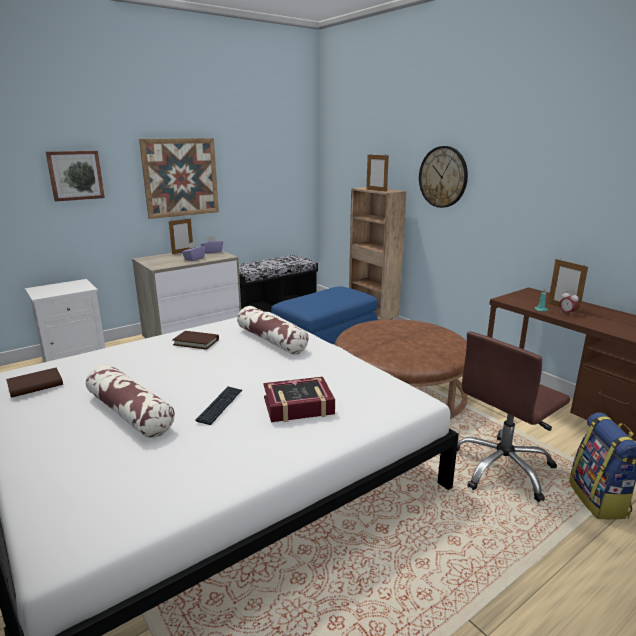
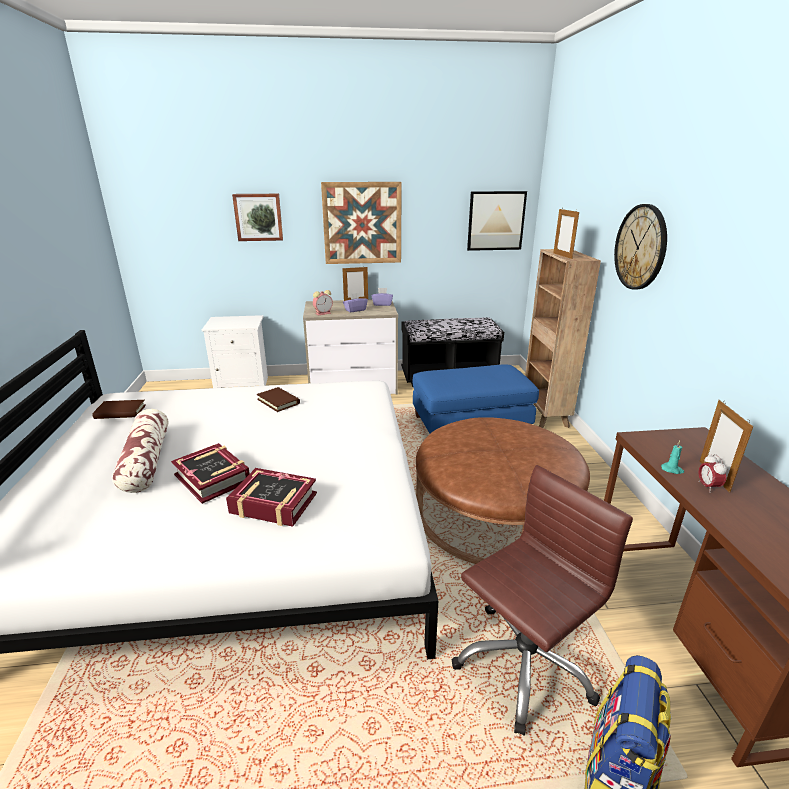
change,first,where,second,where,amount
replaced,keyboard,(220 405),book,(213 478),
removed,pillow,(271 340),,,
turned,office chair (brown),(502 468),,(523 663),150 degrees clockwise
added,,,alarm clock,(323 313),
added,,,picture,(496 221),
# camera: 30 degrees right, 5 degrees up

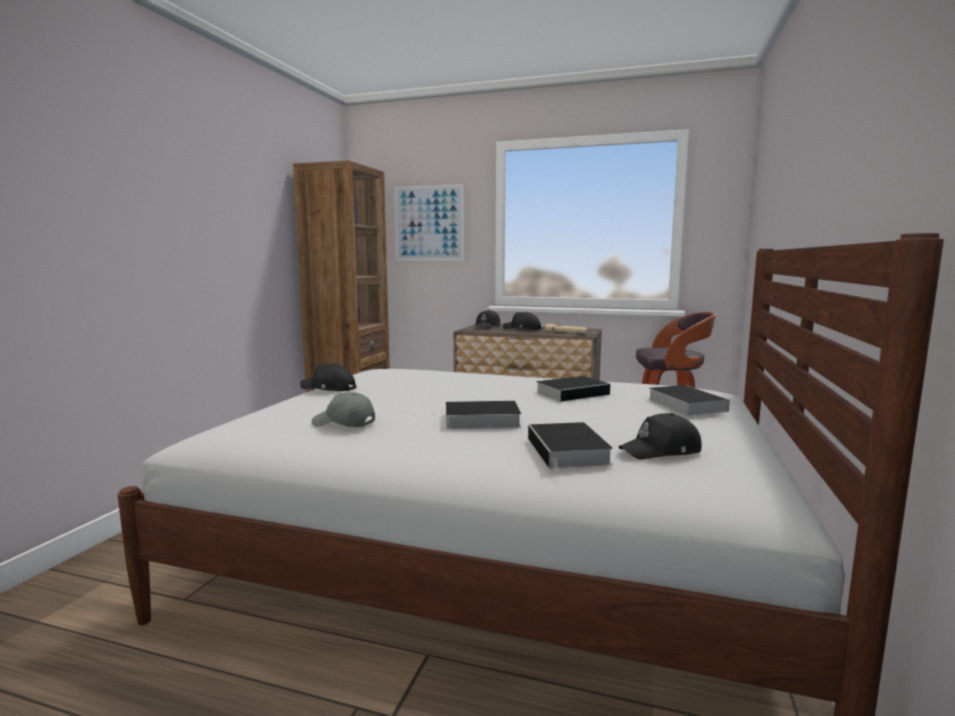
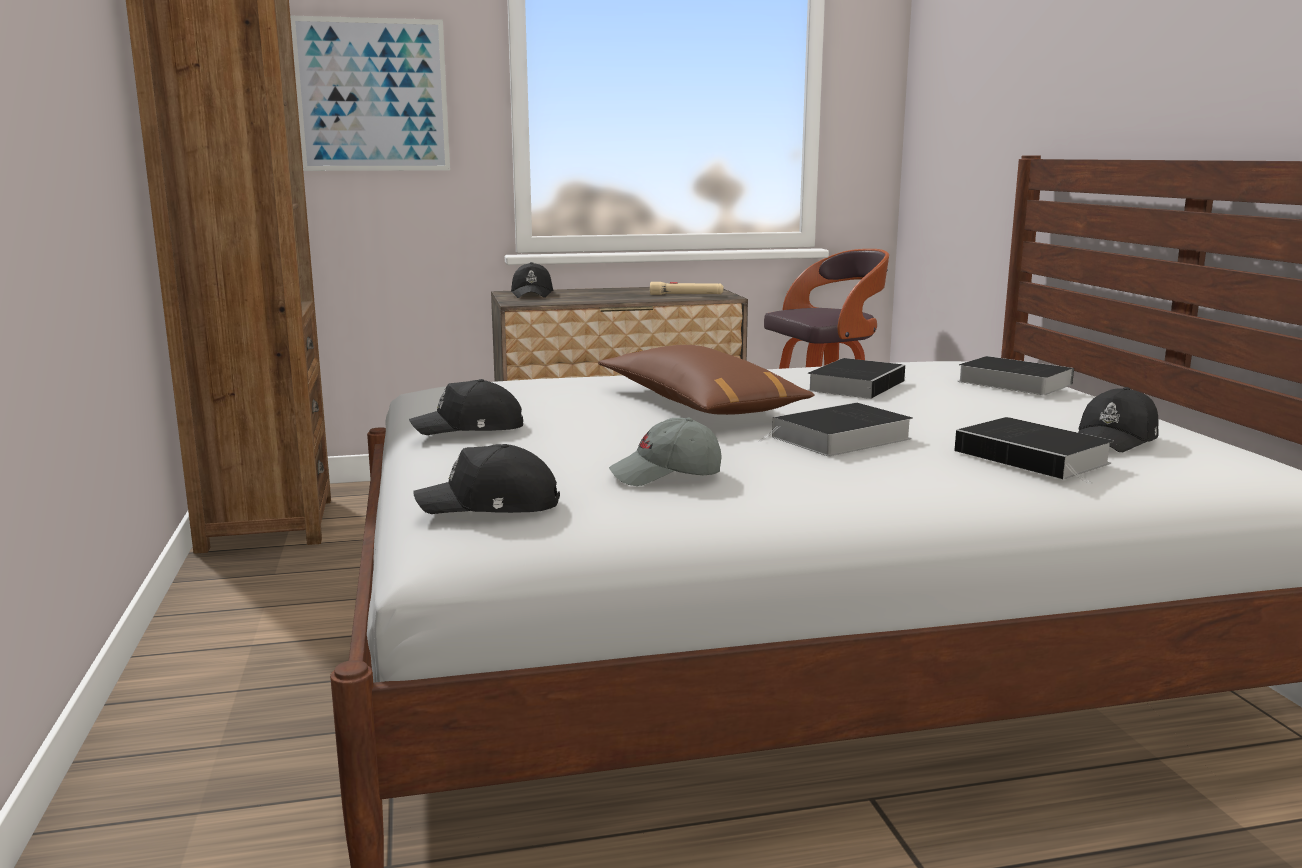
change,first,where,second,where,amount
moved,cap (black),(522 329),,(491 505),
added,,,pillow (brown),(698 405),
# camera: 30 degrees left, 5 degrees up

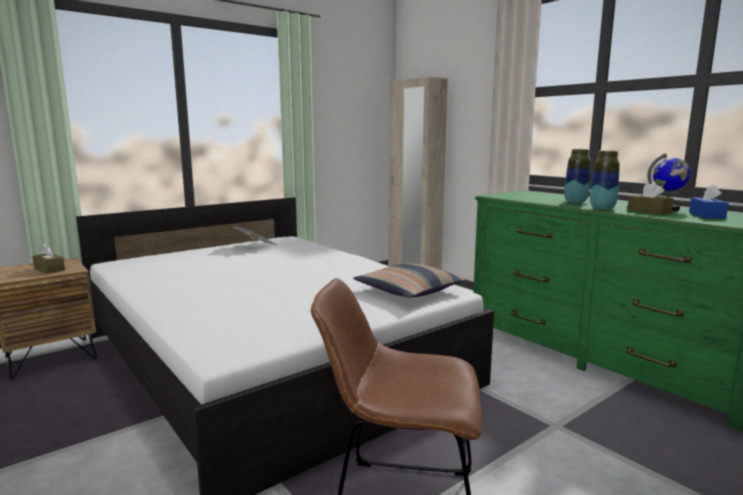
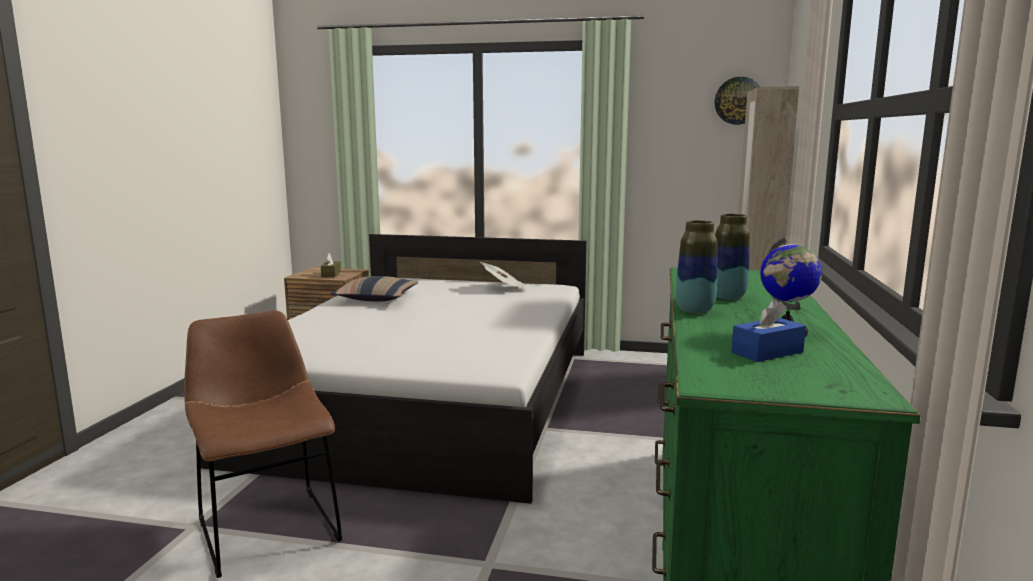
change,first,where,second,where,amount
moved,pillow,(409 291),,(376 298),
removed,tissue box (brown),(648 212),,,
added,,,wall clock,(738 100),
# camera: 50 degrees right, 0 degrees up

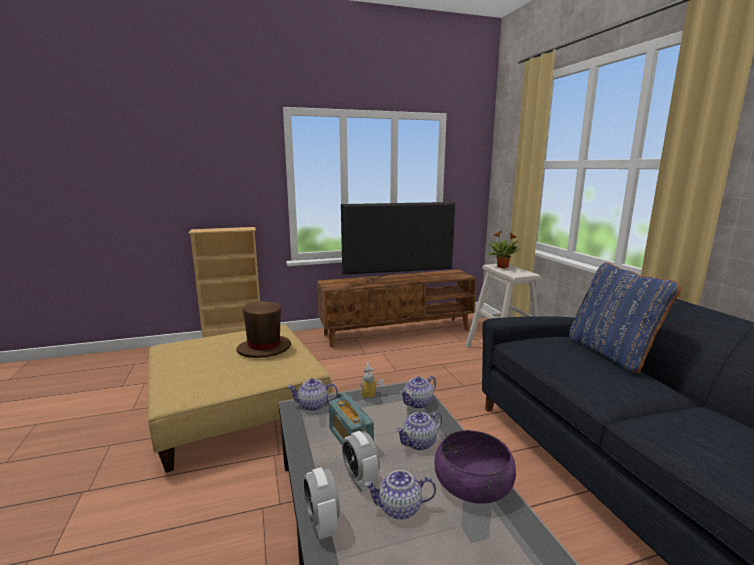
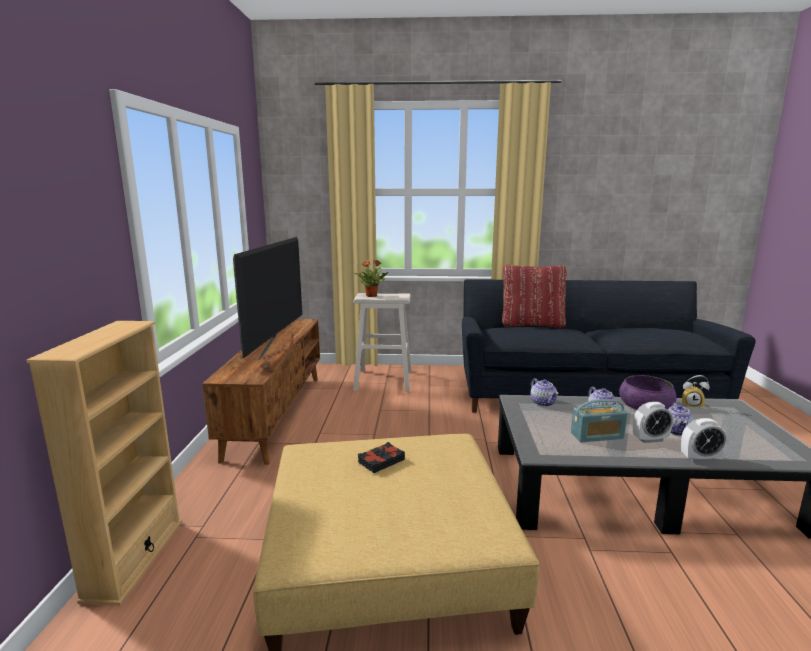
change,first,where,second,where,amount
replaced,hat (brown),(264 348),book (black),(381 461),
removed,teapot,(313 405),,,
moved,alarm clock,(372 396),,(692 405),
recoloured,pillow (blue),(611 353),pillow (red),(532 324),
# camera: 70 degrees left, 0 degrees up

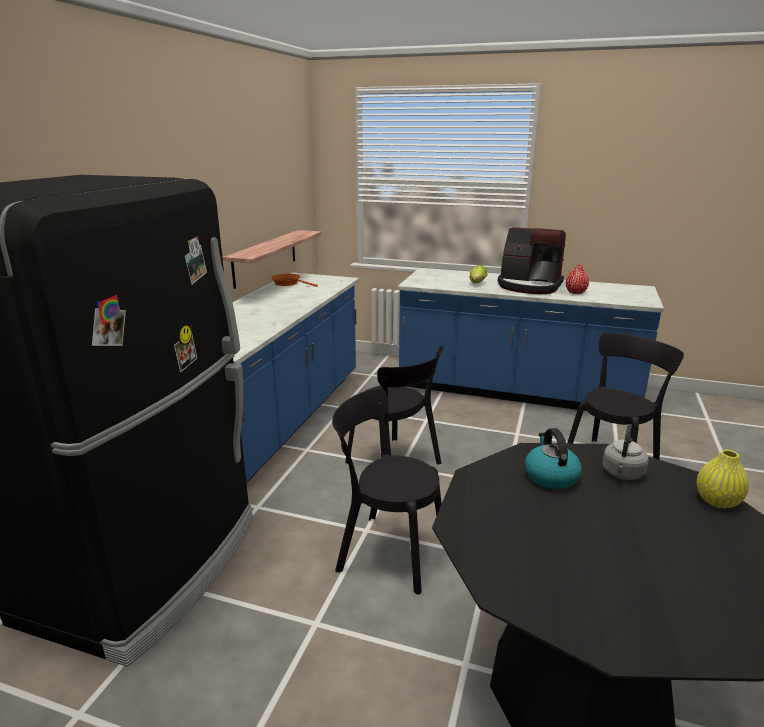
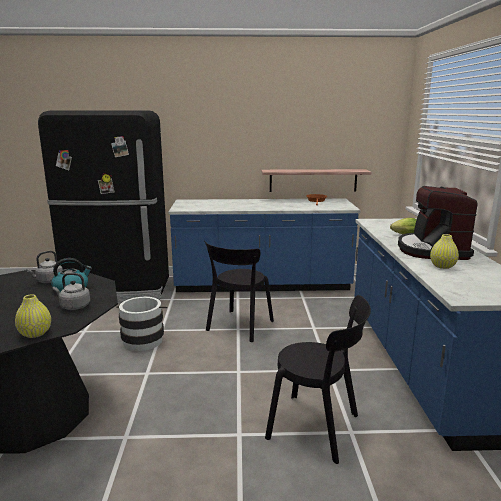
change,first,where,second,where,amount
replaced,chair (black),(387 551),bucket (white),(144 339),
recoloured,vase (red),(575 292),vase (yellow),(442 266),
added,,,kettle (grey),(48 281),
# camera: 70 degrees right, 5 degrees down

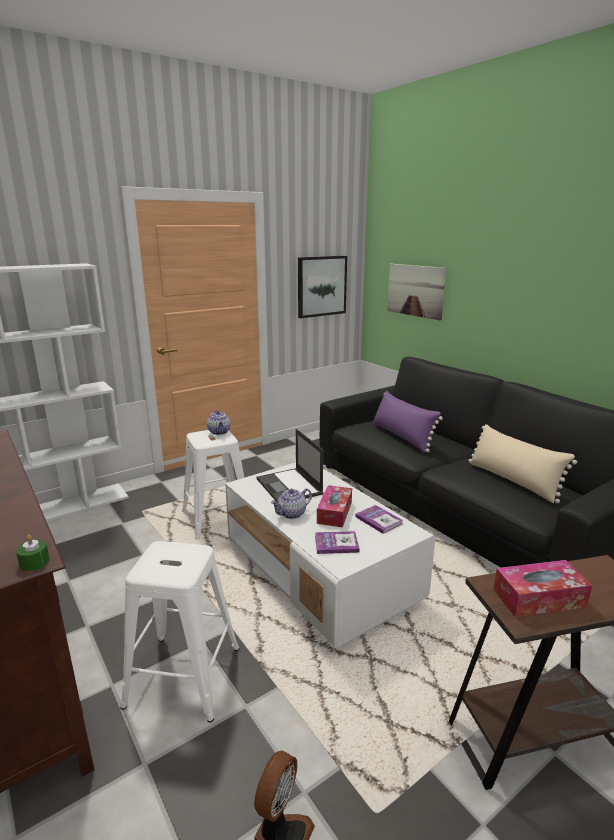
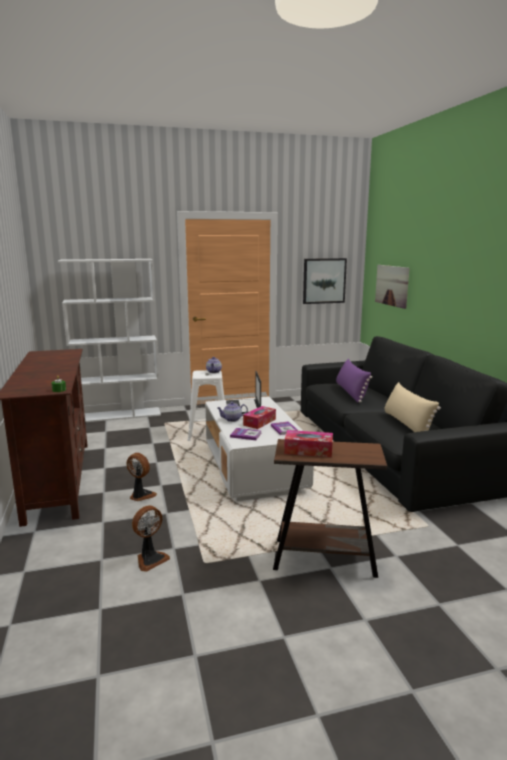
change,first,where,second,where,amount
replaced,stool (white),(182 676),fan,(141 496),
# camera: 20 degrees right, 5 degrees down

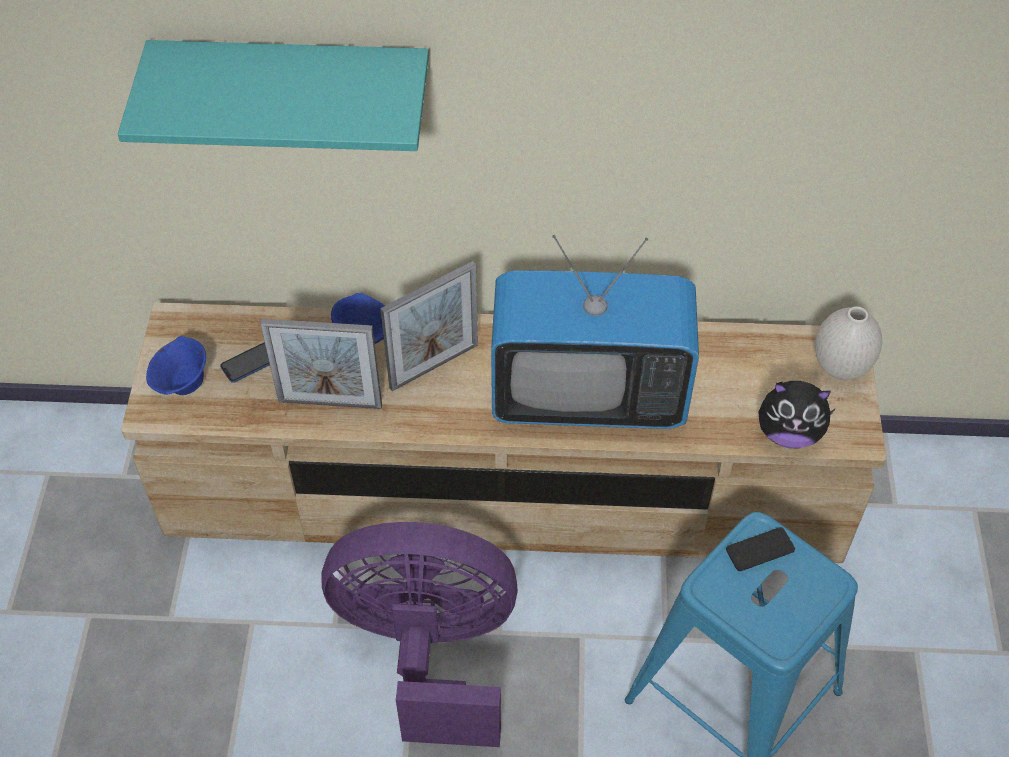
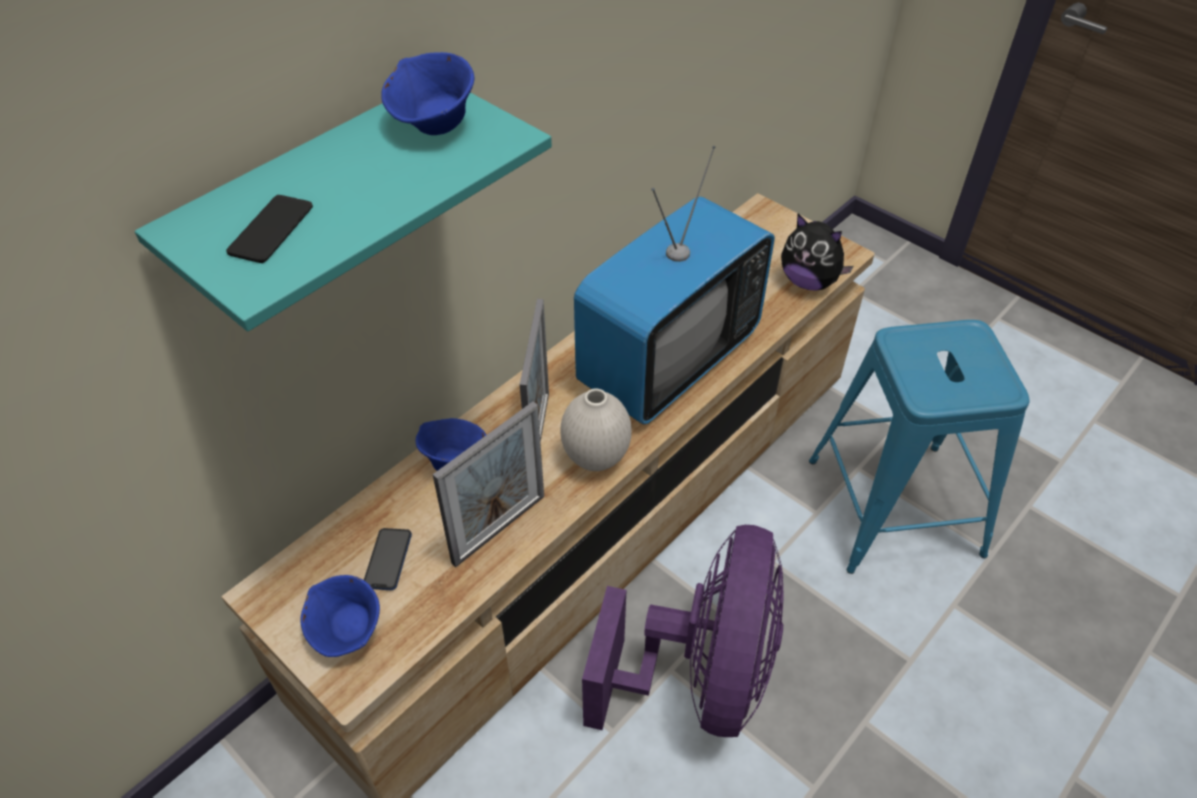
change,first,where,second,where,amount
turned,fan (purple),(428 652),,(699 676),150 degrees clockwise
moved,phone,(760 549),,(271 229),
turned,plush toy,(788 433),,(809 281),75 degrees clockwise
moved,vase (white),(839 368),,(595 459),
added,,,bowl (blue),(434 126),
# camera: 50 degrees left, 5 degrees down

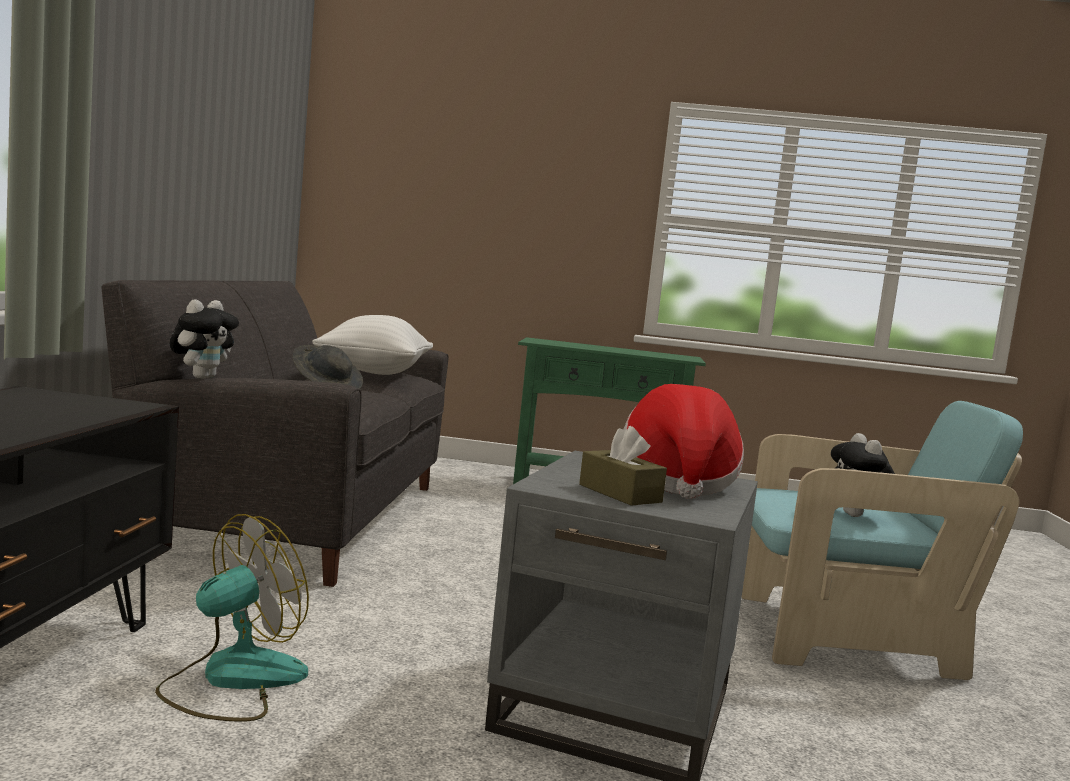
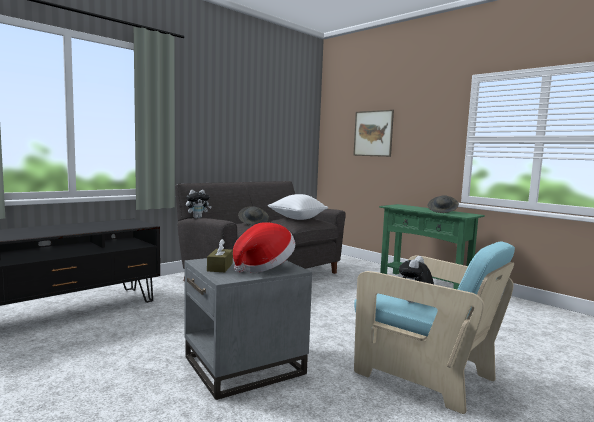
change,first,where,second,where,amount
removed,fan,(233 680),,,
added,,,picture,(373 133),
added,,,hat (grey),(442 211),
# camera: 40 degrees right, 0 degrees up

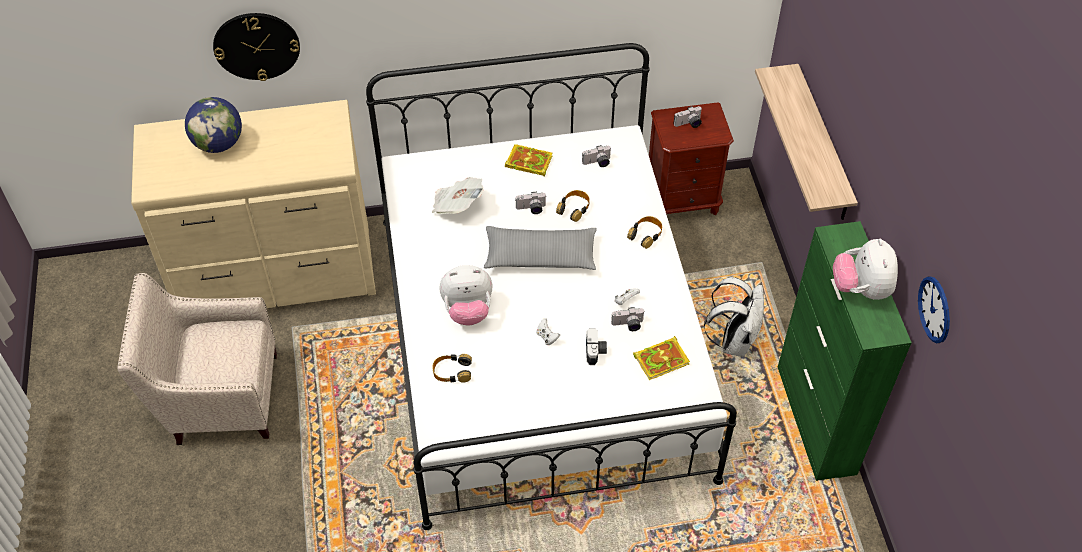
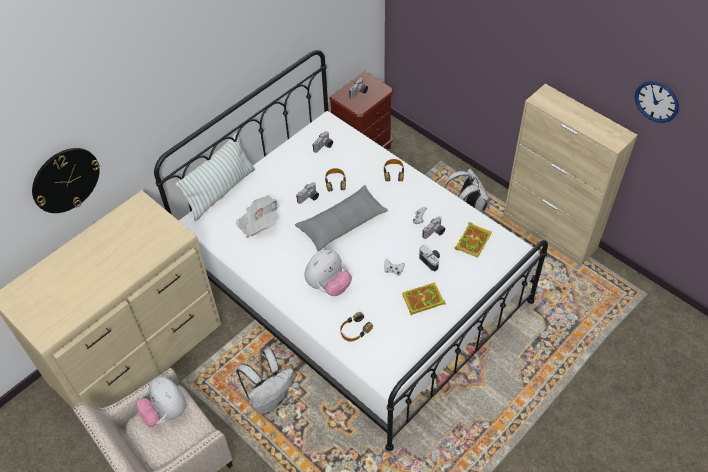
change,first,where,second,where,amount
removed,globe,(219 144),,,
moved,book,(527 162),,(422 300),
removed,shelf,(822 145),,,
recoloured,cabinet (green),(816 420),cabinet (beige),(549 232),
moved,plush toy,(861 289),,(165 412),
added,,,pillow,(221 191),
added,,,backpack (white),(269 398),
# camera: 35 degrees left, 0 degrees up

